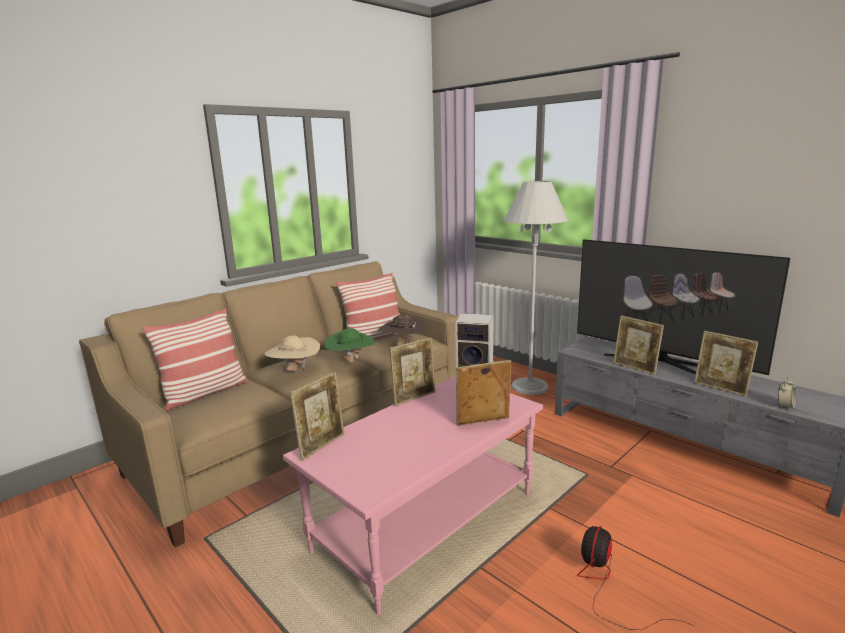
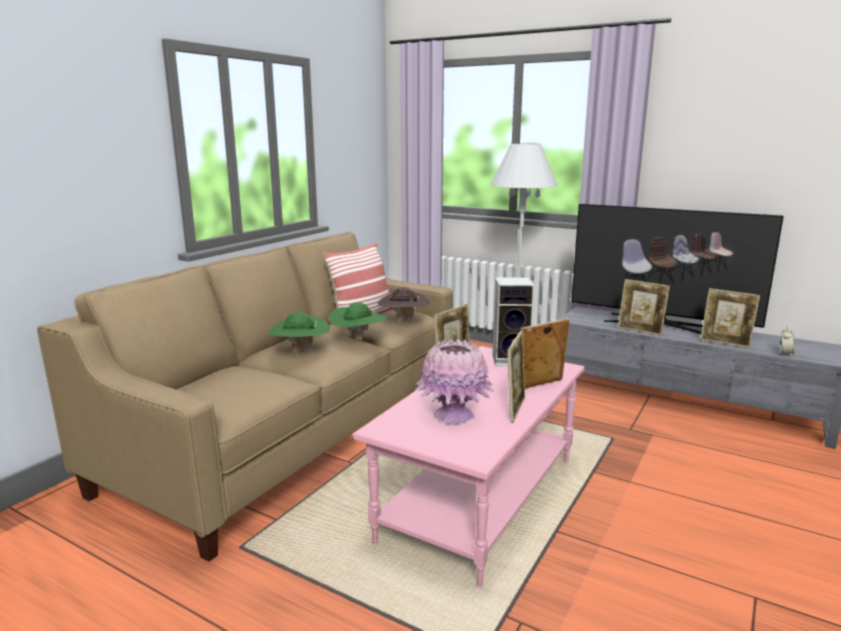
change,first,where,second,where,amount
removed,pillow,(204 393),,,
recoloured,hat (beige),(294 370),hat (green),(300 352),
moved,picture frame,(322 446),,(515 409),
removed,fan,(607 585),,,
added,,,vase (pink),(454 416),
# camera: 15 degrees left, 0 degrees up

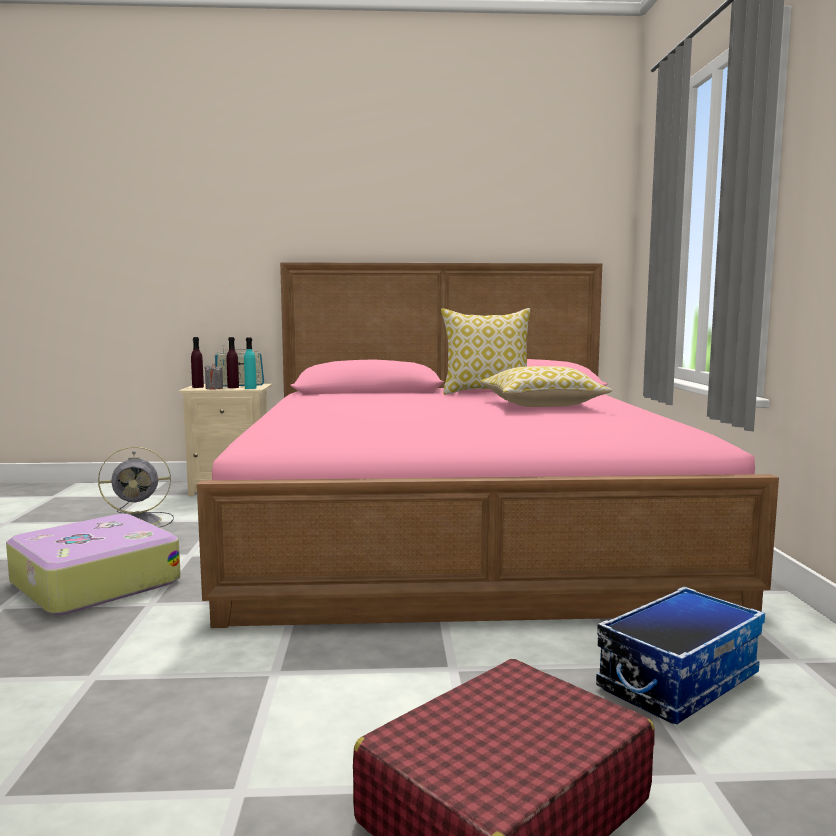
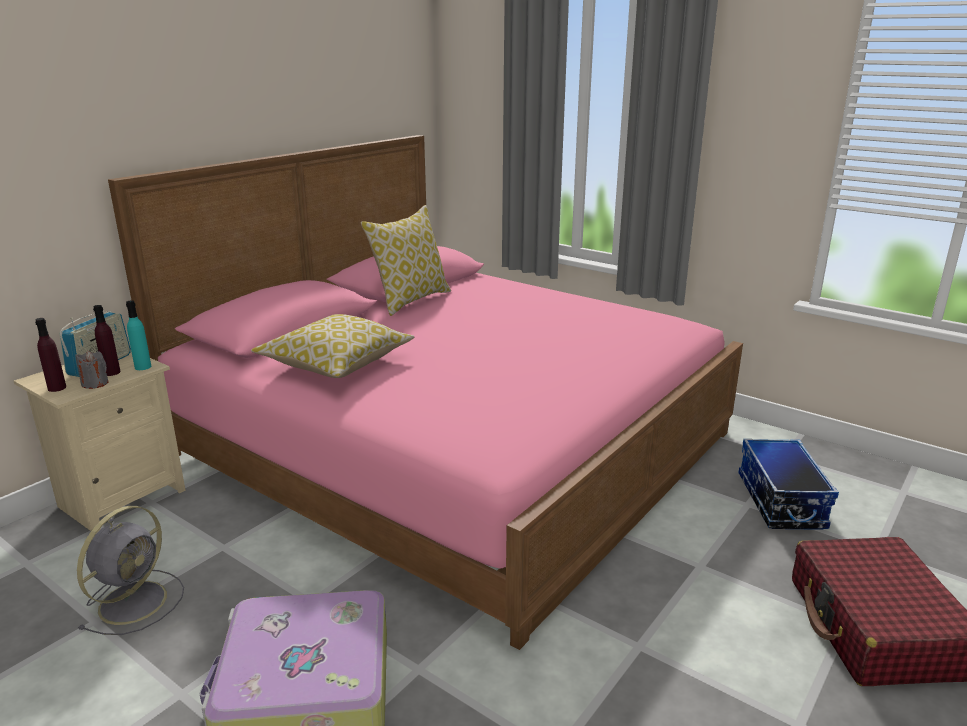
change,first,where,second,where,amount
moved,pillow,(541 405),,(336 363),
# camera: 50 degrees left, 15 degrees up

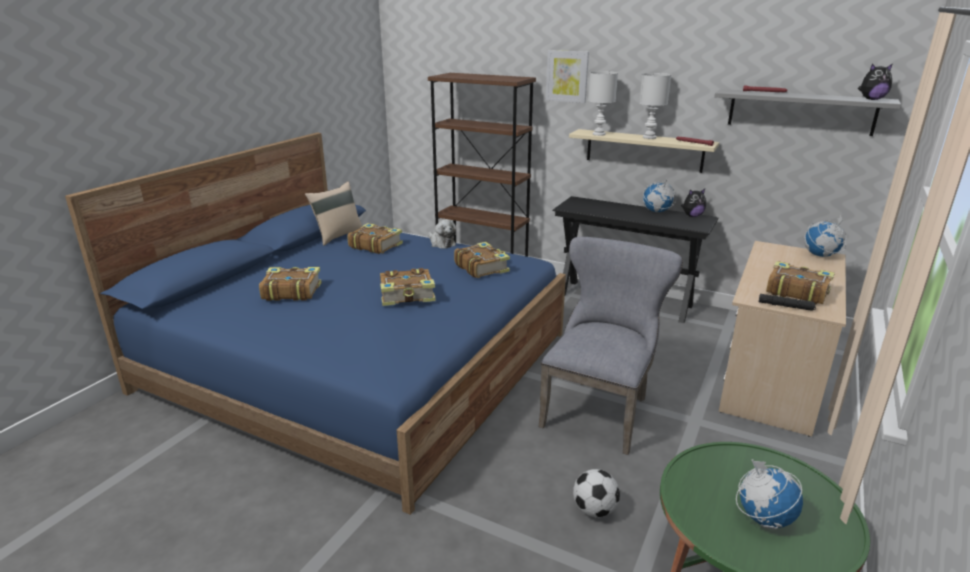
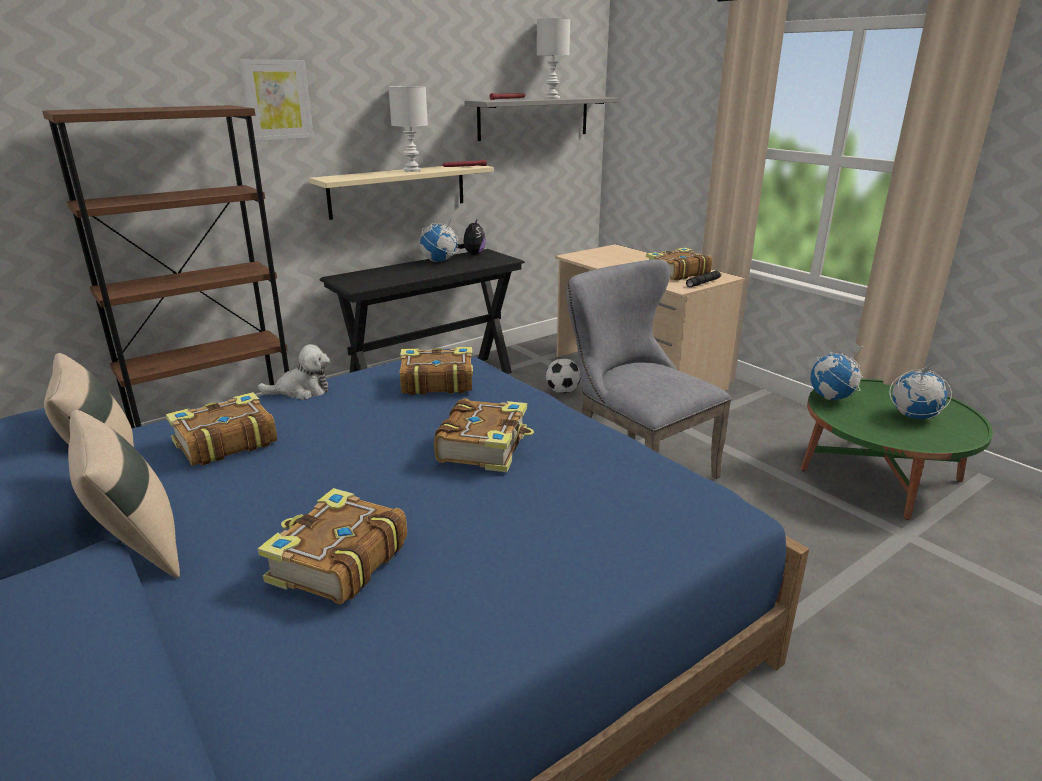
change,first,where,second,where,amount
moved,football,(594 510),,(562 391),
moved,table lamp (white),(599 134),,(552 98),
moved,globe,(820 255),,(831 397),
removed,plush toy,(871 99),,,
added,,,pillow (beige),(138 548),
# camera: 65 degrees left, 0 degrees up

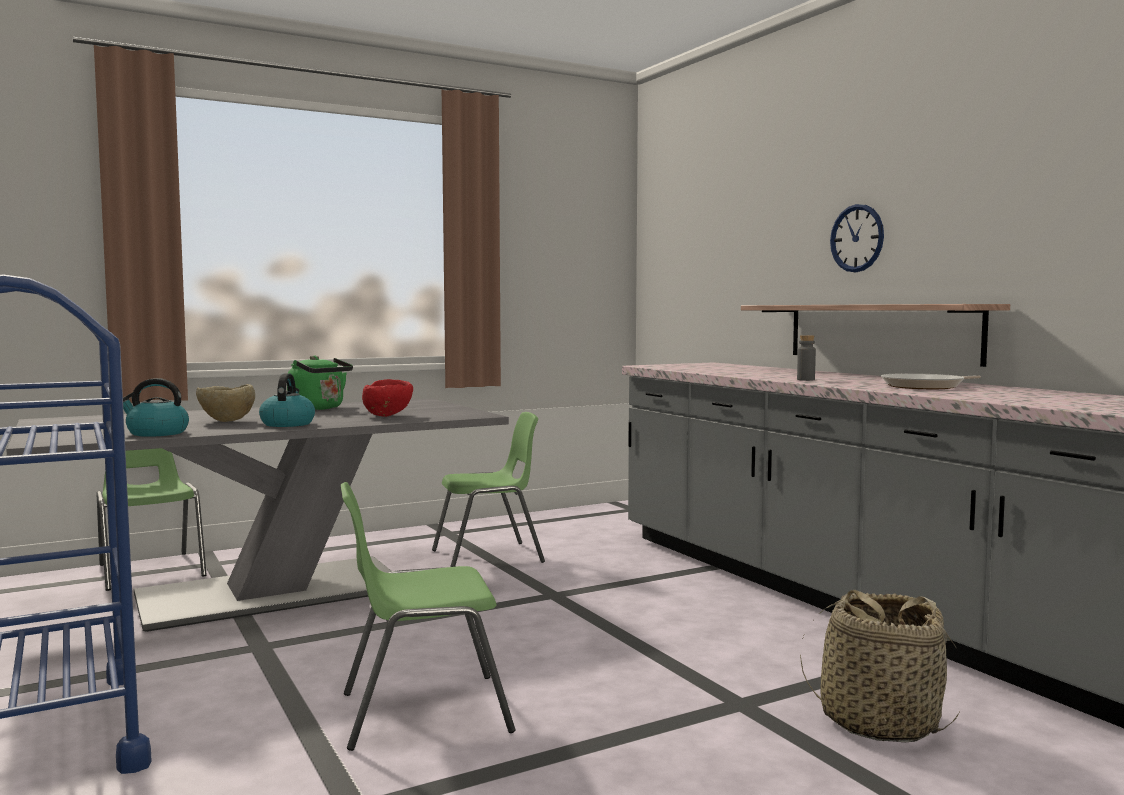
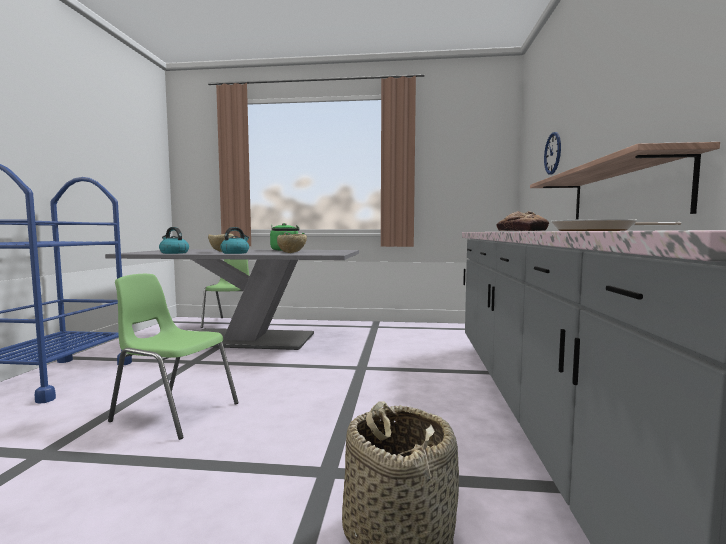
change,first,where,second,where,amount
recoloured,bowl (red),(388 416),bowl (beige),(292 253),
removed,chair (green),(489 557),,,
replaced,bottle (grey),(805 380),bread,(521 231),
moved,wall clock,(857 238),,(553 153),
# camera: 35 degrees right, 0 degrees up

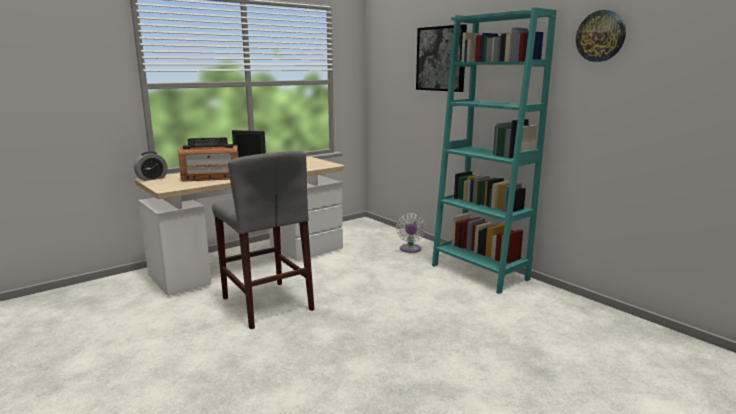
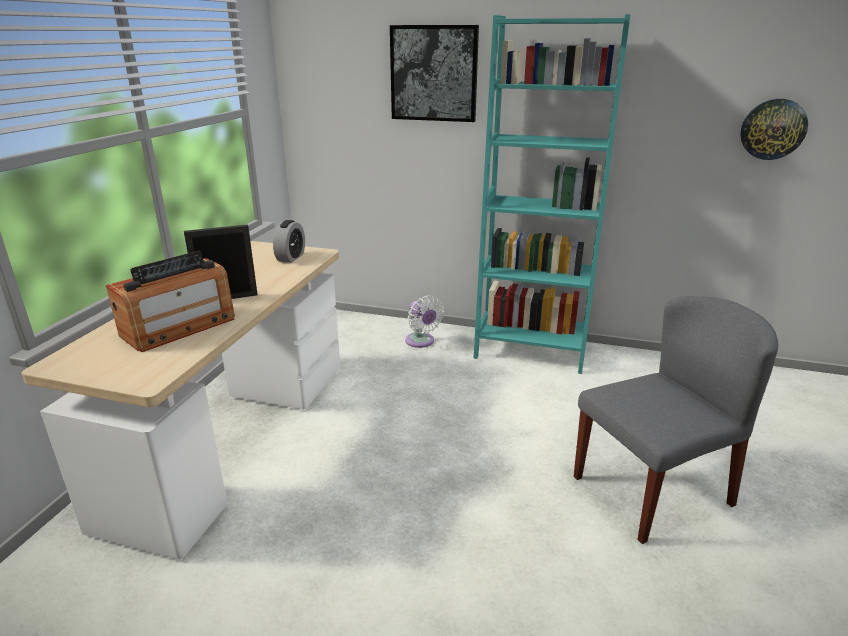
change,first,where,second,where,amount
moved,alarm clock,(152 178),,(291 257),
removed,stool (grey),(267 303),,,
moved,wall clock,(600 36),,(773 129),
added,,,chair (grey),(652 489),
# camera: 35 degrees left, 10 degrees up

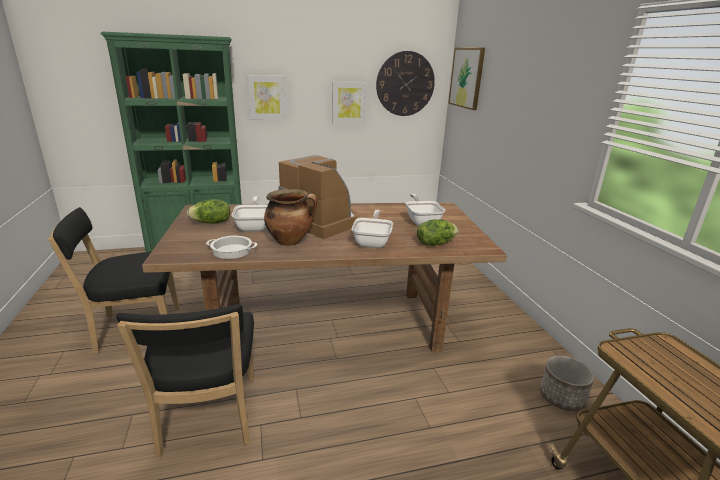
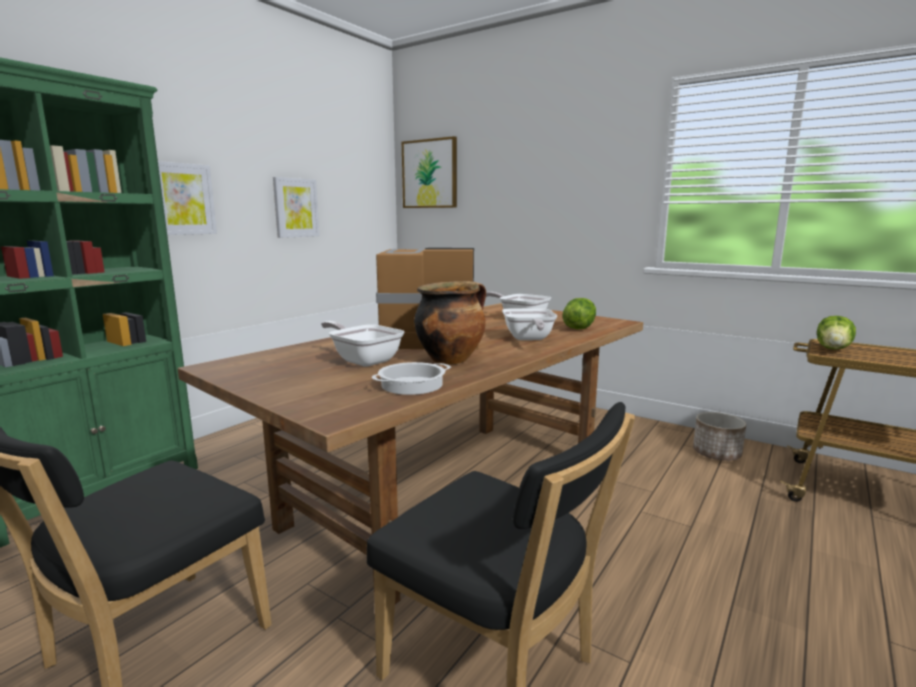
change,first,where,second,where,amount
moved,lettuce,(211 223),,(834 349),
turned,frying pan,(373 241),,(528 339),150 degrees counterclockwise
removed,wall clock,(405 84),,,
# camera: 40 degrees left, 10 degrees down

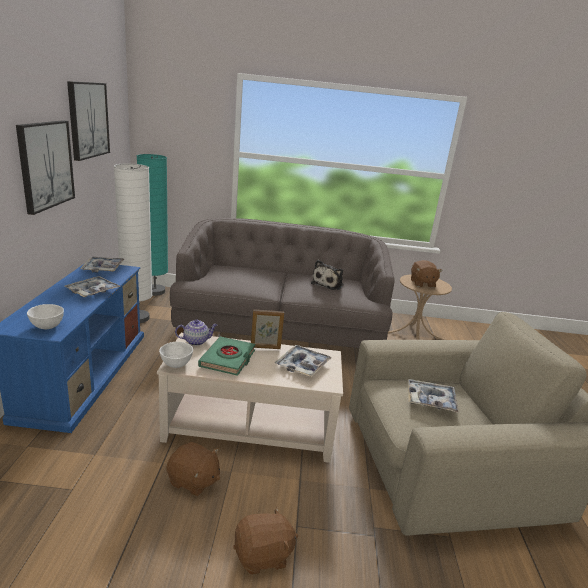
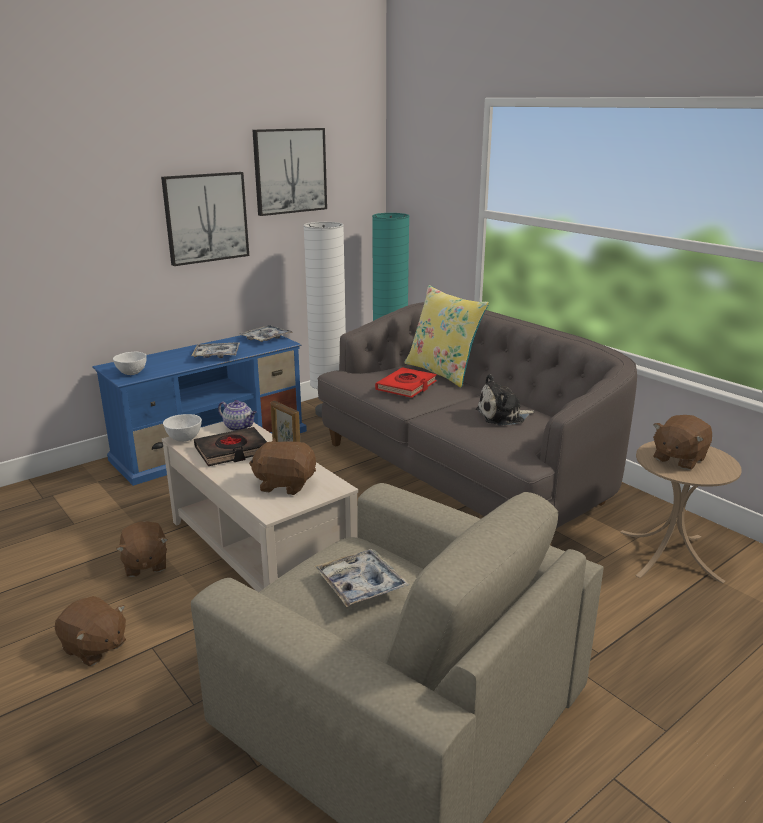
change,first,where,second,where,amount
recoloured,book (green),(228 359),book (black),(232 451),
replaced,tray,(302 365),plush toy (brown),(285 484),
added,,,book (red),(406 386),
added,,,pillow (yellow),(443 372),
# camera: 50 degrees right, 0 degrees up

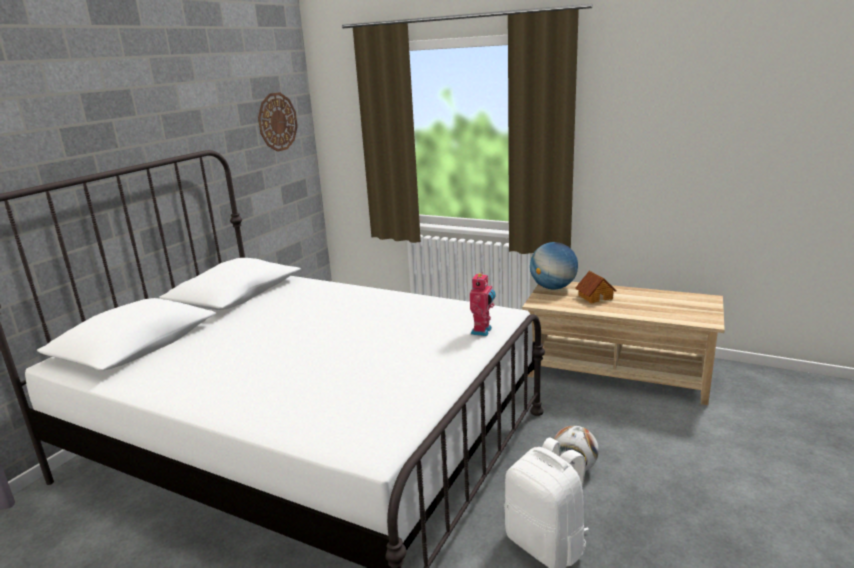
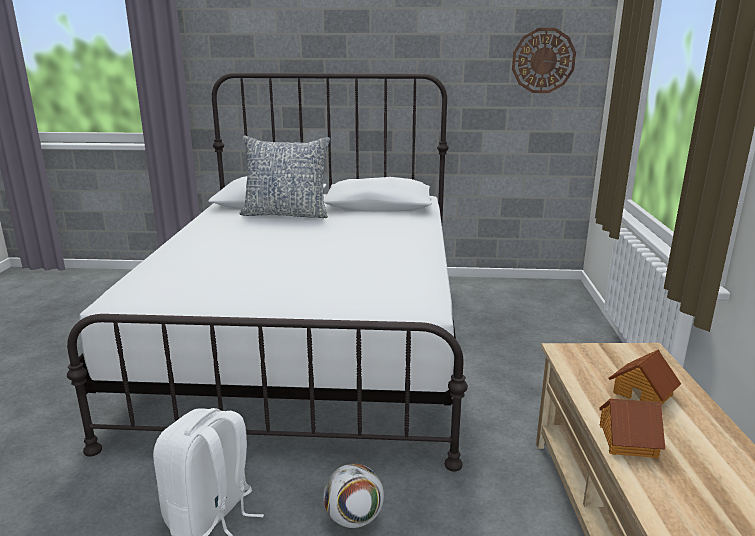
change,first,where,second,where,amount
removed,toy robot,(483 331),,,
removed,globe,(553 287),,,
added,,,pillow,(286 214),
added,,,toy house,(626 440),
# camera: 65 degrees right, 0 degrees up

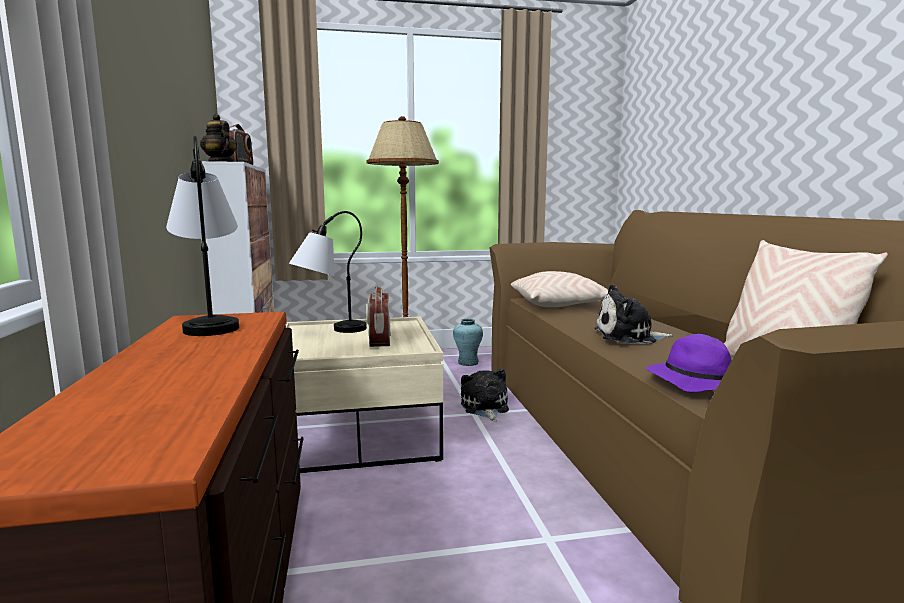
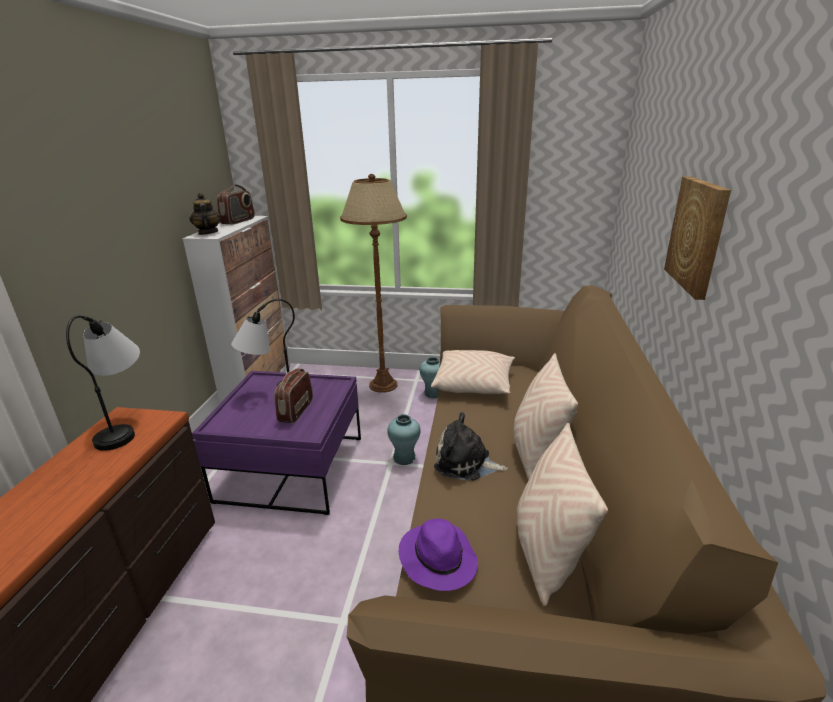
change,first,where,second,where,amount
recoloured,coffee table (beige),(358 433),coffee table (purple),(292 468),
replaced,plush toy,(485 408),vase (turquoise),(404 457),
added,,,pillow (beige),(535 454),
added,,,picture,(698 235),
# camera: 20 degrees right, 15 degrees up

